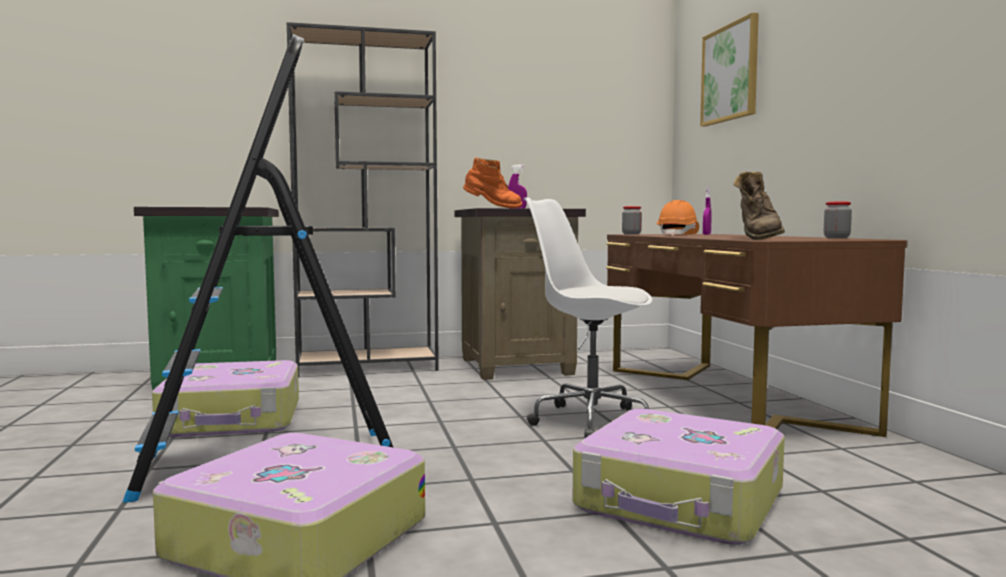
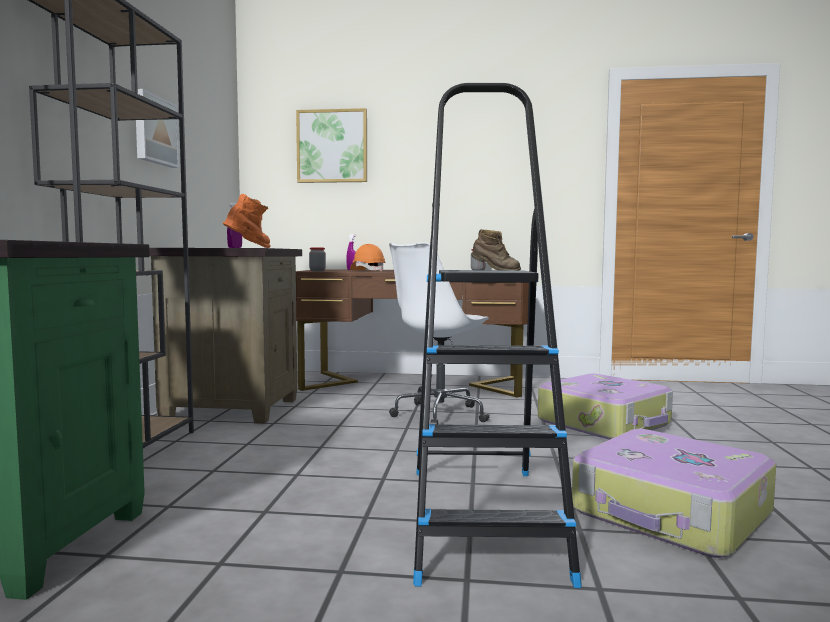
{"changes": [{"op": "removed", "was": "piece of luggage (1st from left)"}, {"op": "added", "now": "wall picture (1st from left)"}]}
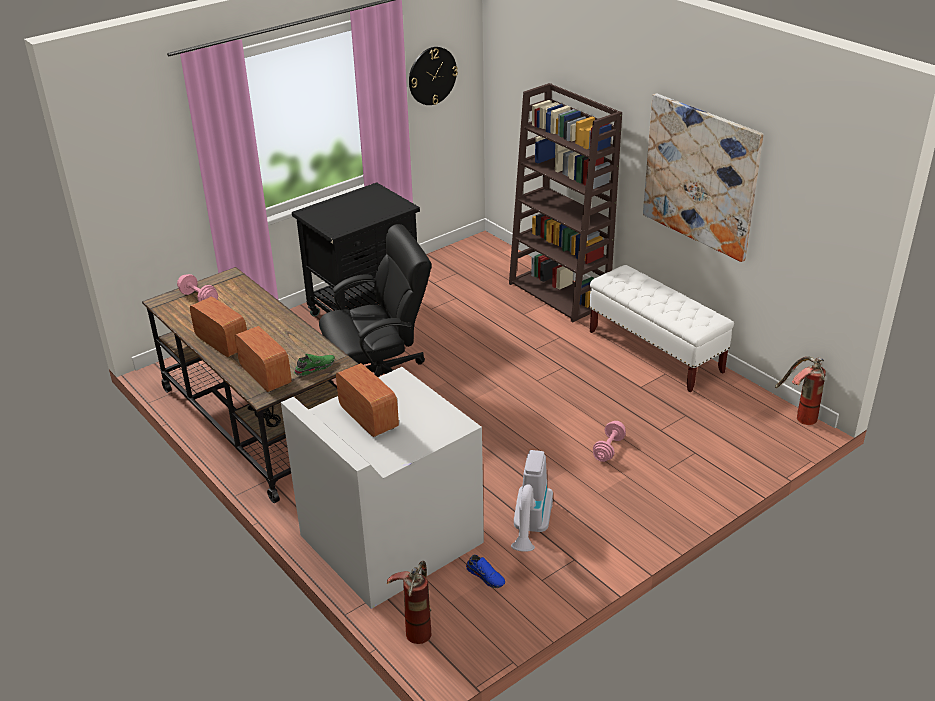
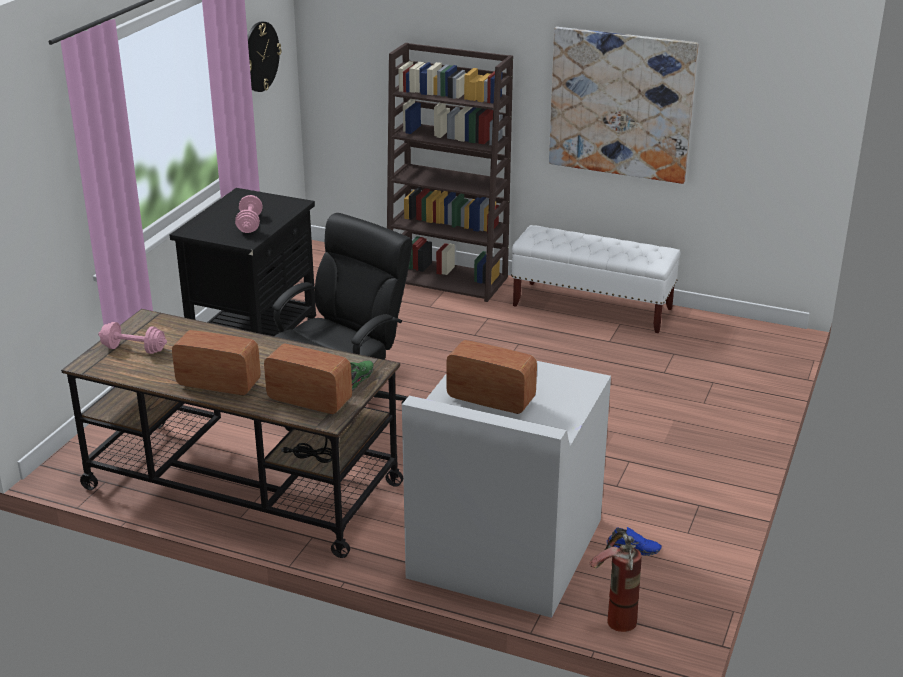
{"changes": [{"op": "removed", "was": "hoover"}, {"op": "moved", "was": "pink hand weight (2nd from left)"}, {"op": "removed", "was": "fire extinguisher (2nd from left)"}]}
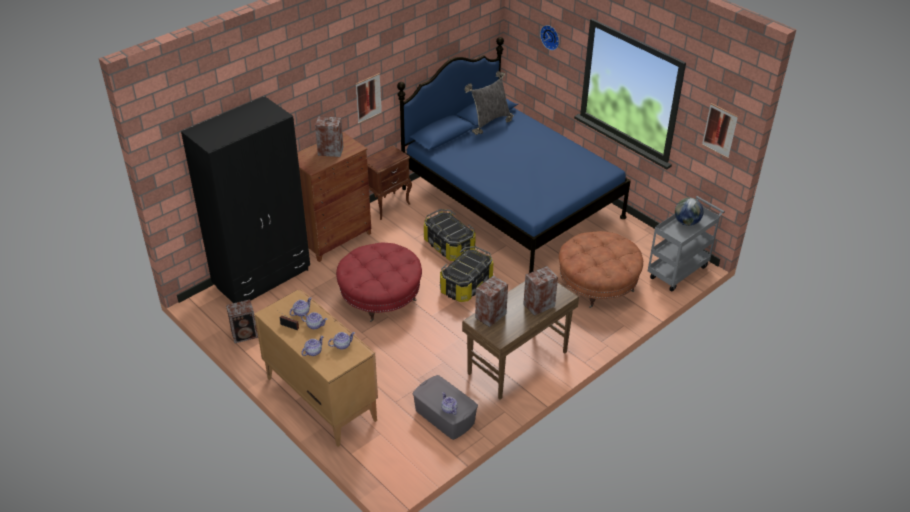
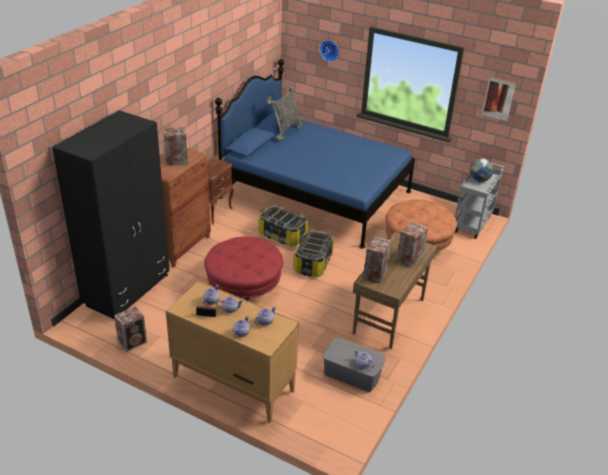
{"changes": [{"op": "removed", "was": "wall picture (1st from left)"}]}
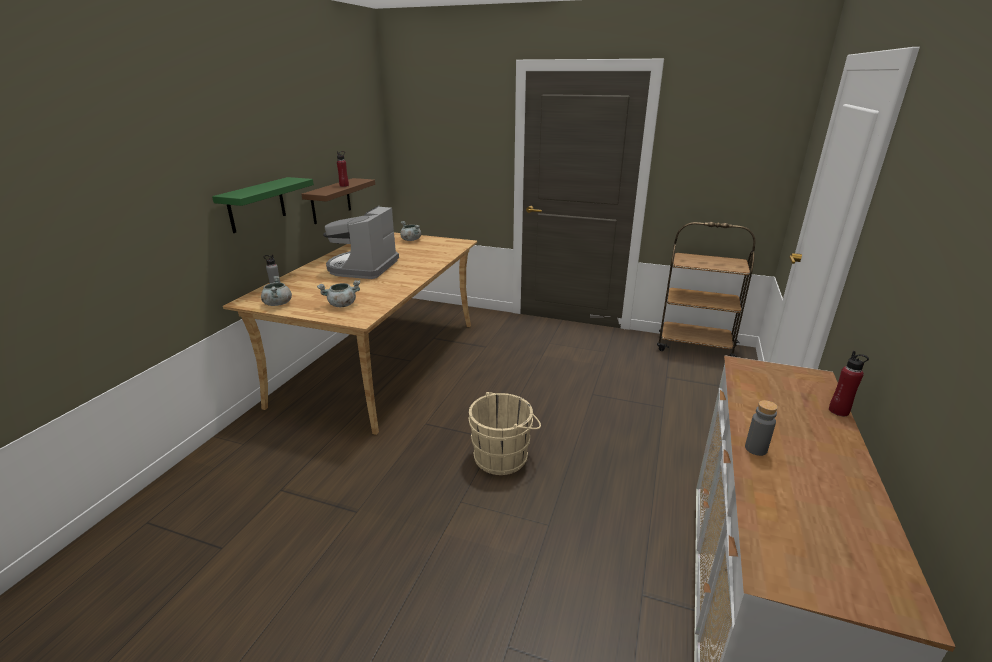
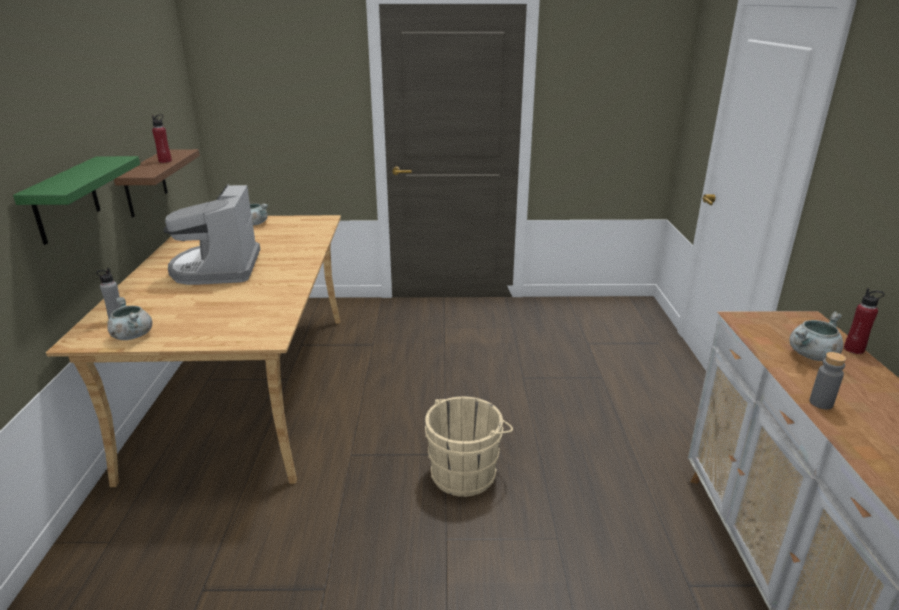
{"changes": [{"op": "moved", "was": "gray stockpot (2nd from left in the first image)", "now": "gray stockpot (3rd from left)"}, {"op": "removed", "was": "brownish wheeled cart"}]}
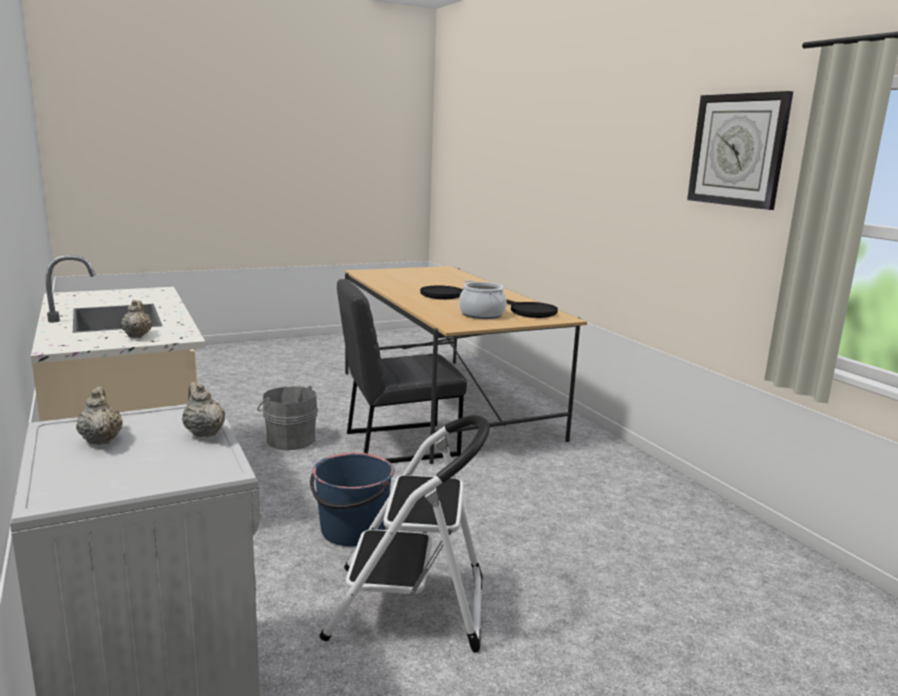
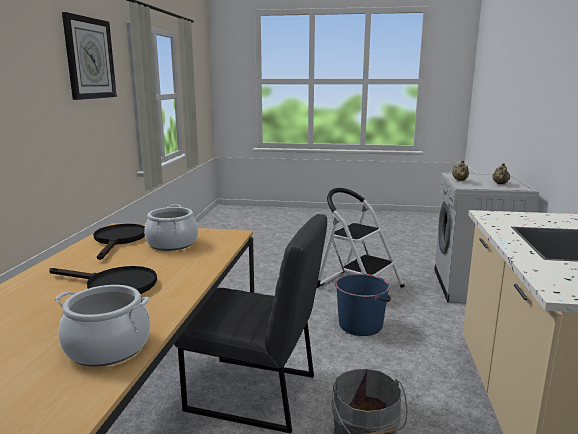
{"changes": [{"op": "removed", "was": "beige teapot (2nd from left)"}, {"op": "added", "now": "stockpot (1st from left)"}]}
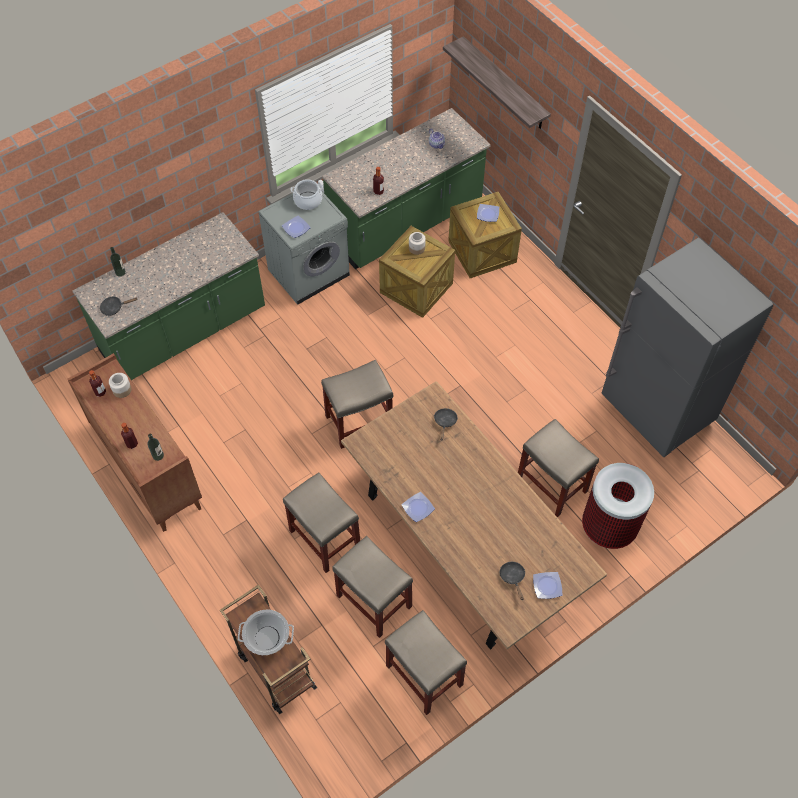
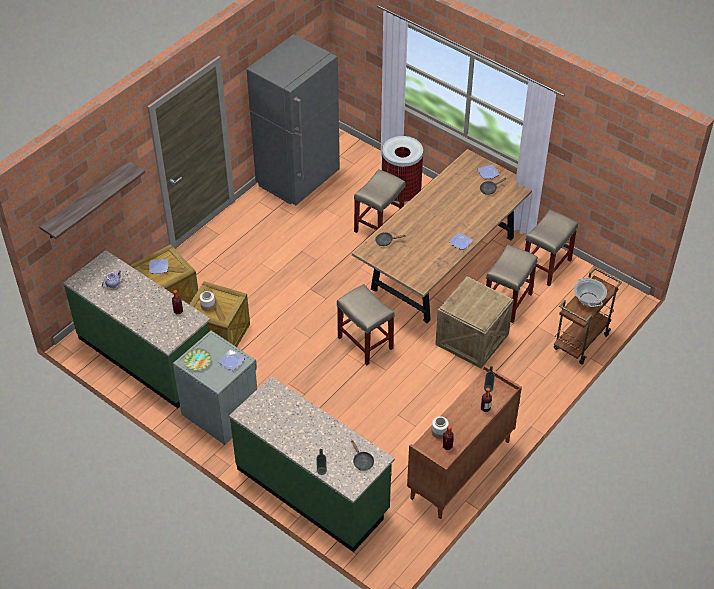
{"changes": [{"op": "replaced", "was": "beige sitting stool (1st from left)", "now": "packing crate (3rd from left)"}, {"op": "replaced", "was": "stockpot (2nd from left)", "now": "flat dish (2nd from left)"}]}
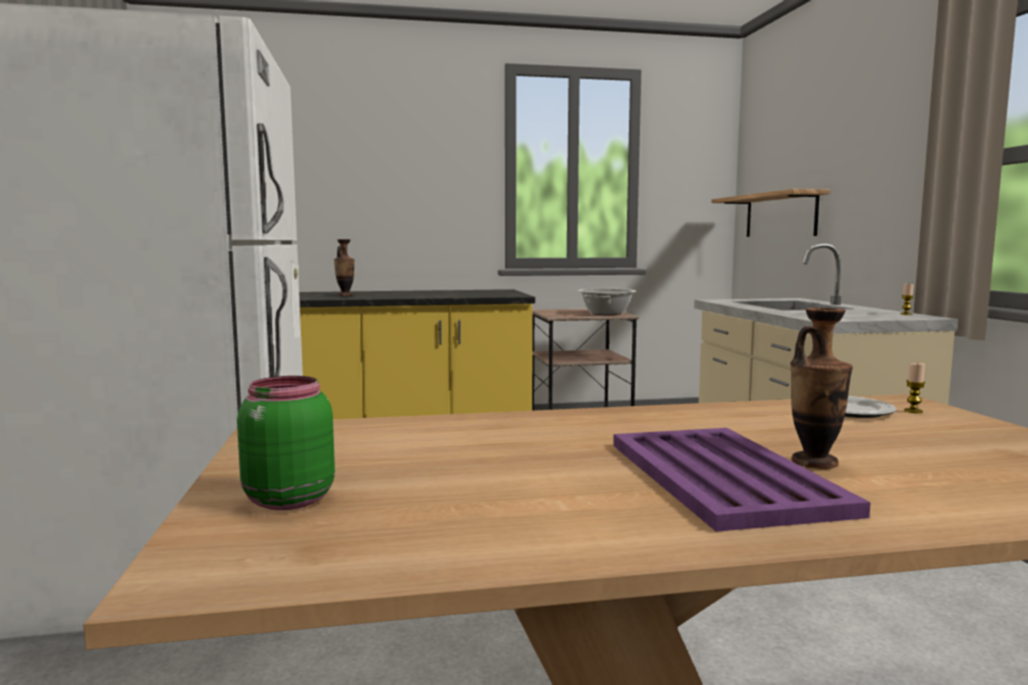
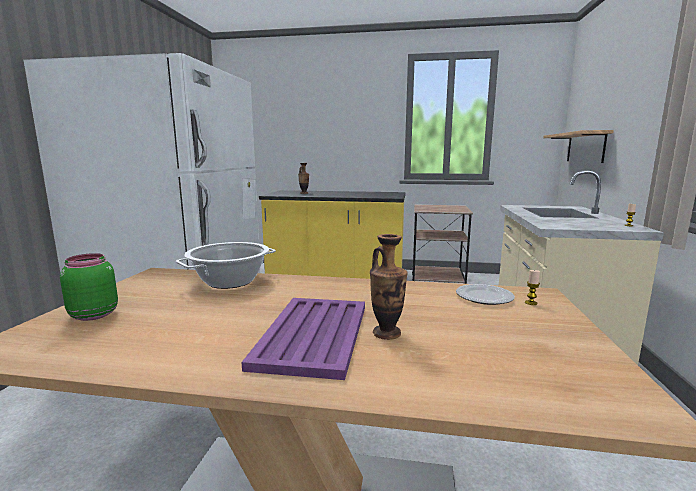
{"changes": [{"op": "moved", "was": "stockpot"}]}
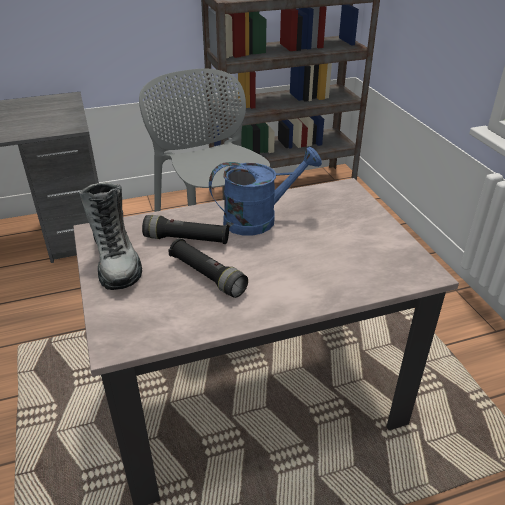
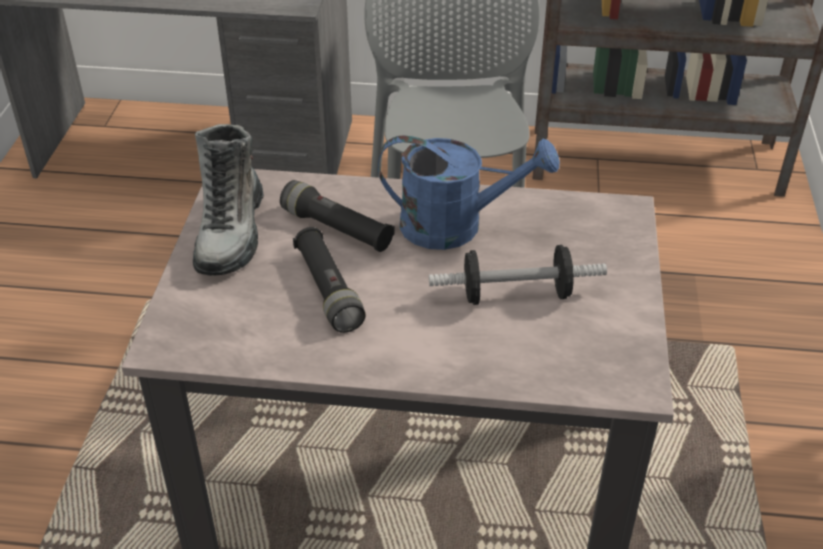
{"changes": [{"op": "added", "now": "hand weight"}]}
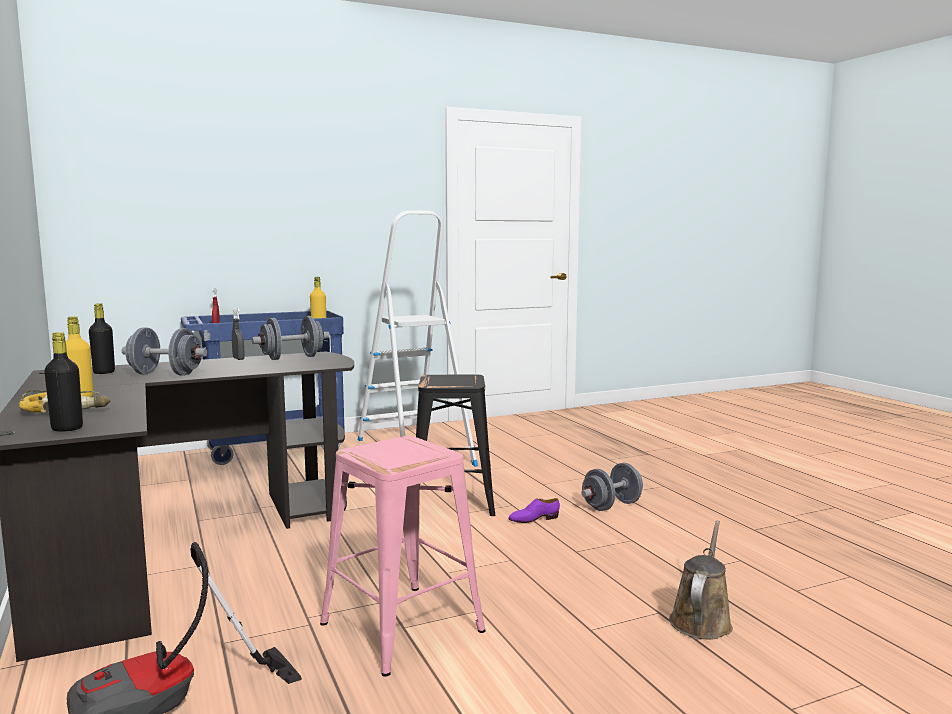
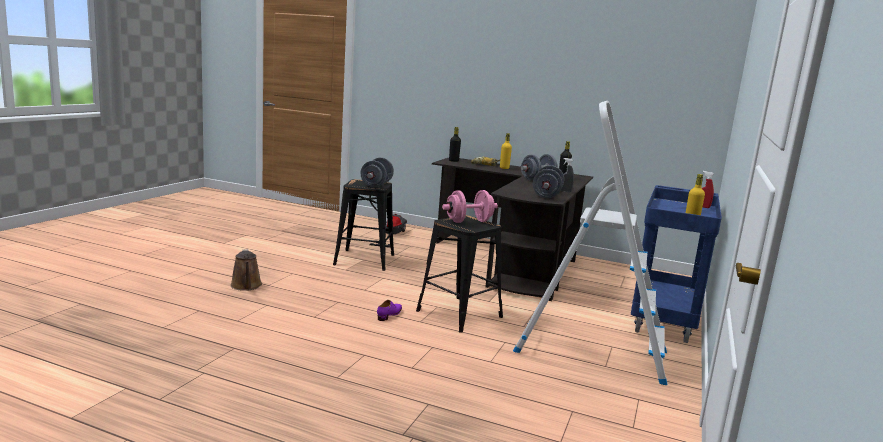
{"changes": [{"op": "recoloured", "was": "pink sitting stool", "now": "black-coloured sitting stool (1st from left)"}, {"op": "moved", "was": "gray hand weight (3rd from left in the first image)", "now": "gray hand weight (1st from left)"}, {"op": "added", "now": "pink hand weight"}]}
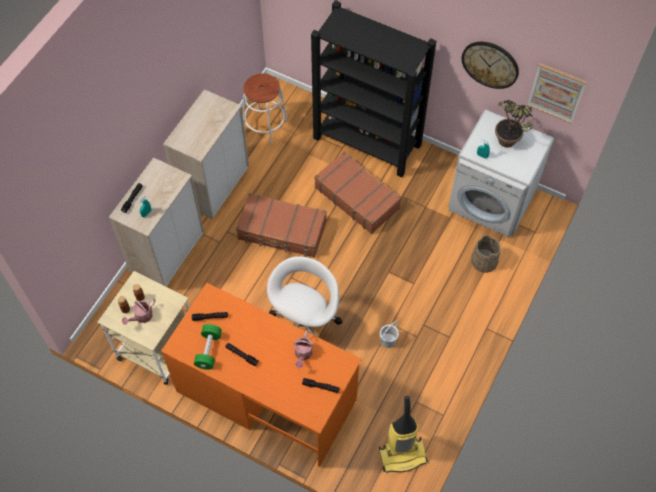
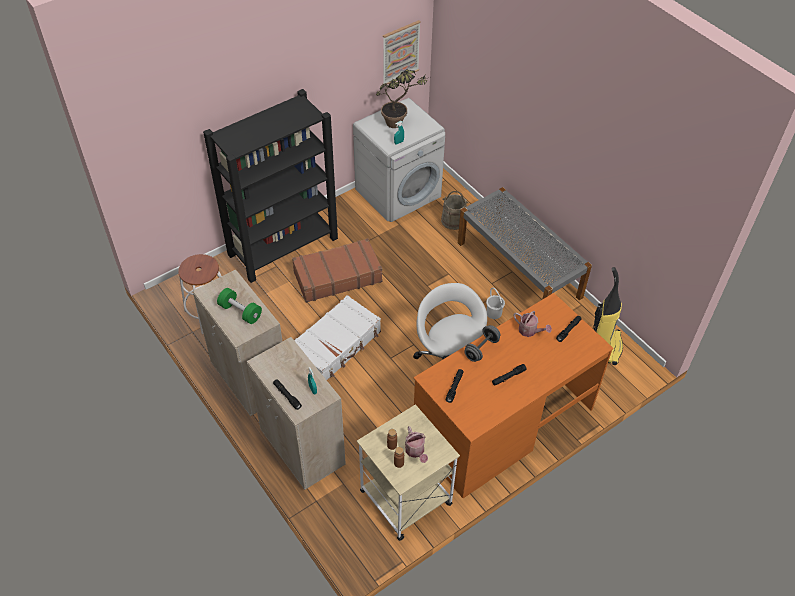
{"changes": [{"op": "moved", "was": "green hand weight"}, {"op": "recoloured", "was": "brownish piece of luggage (1st from left)", "now": "white-coloured piece of luggage"}, {"op": "removed", "was": "hanging clock"}, {"op": "added", "now": "gray bench"}, {"op": "added", "now": "gray hand weight"}]}
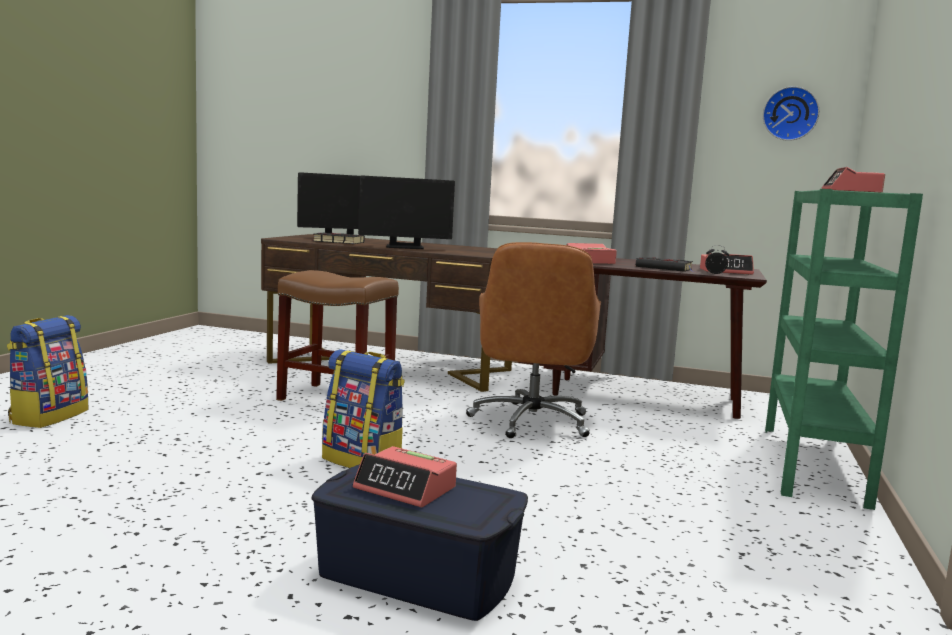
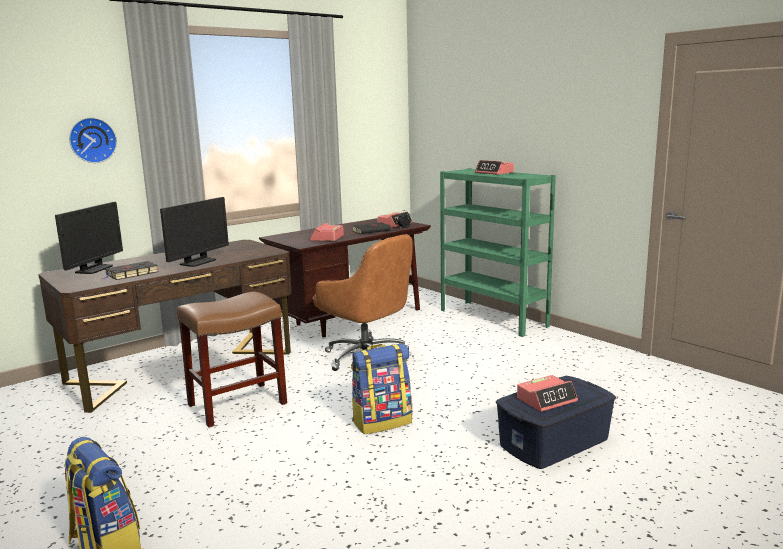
{"changes": [{"op": "moved", "was": "hanging clock"}]}
